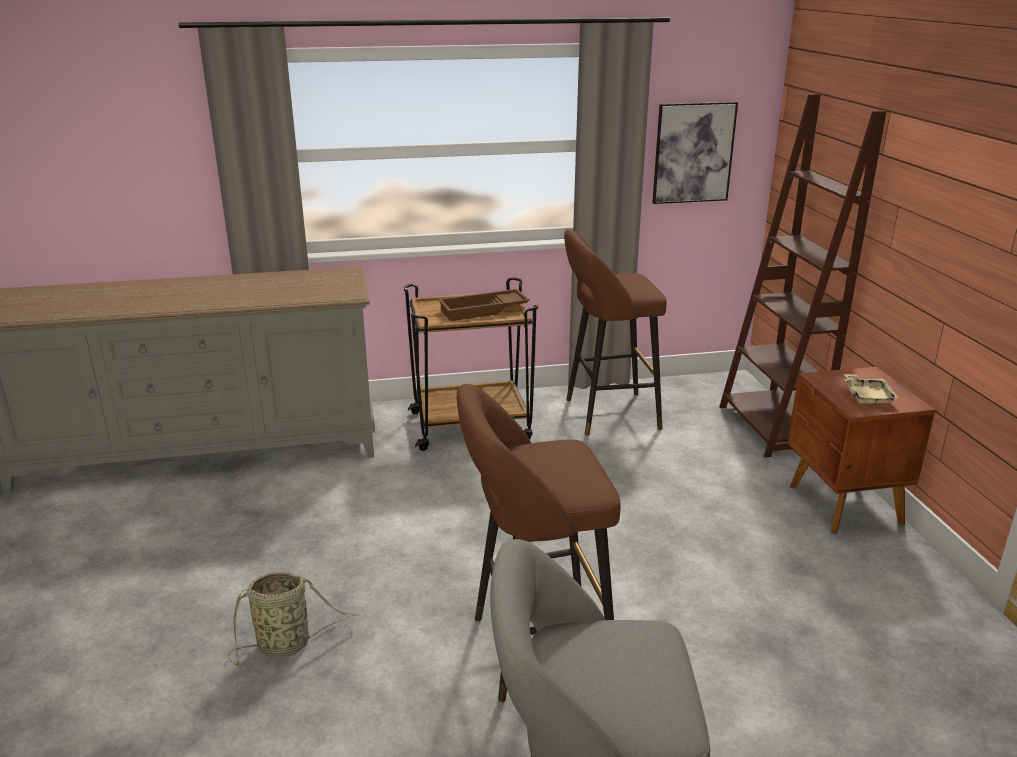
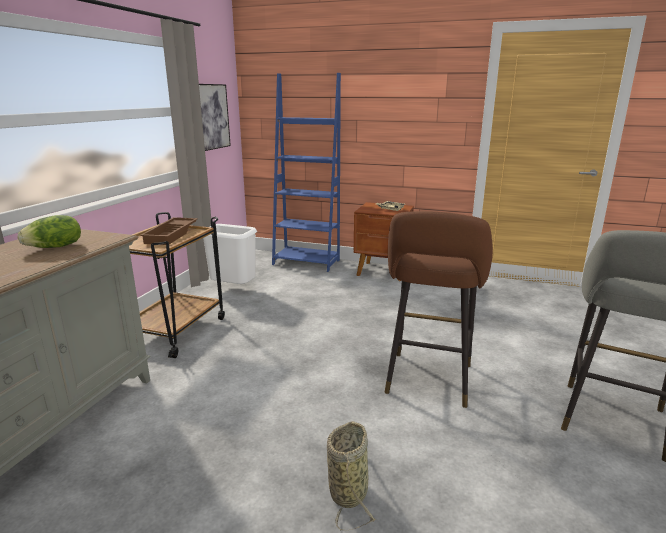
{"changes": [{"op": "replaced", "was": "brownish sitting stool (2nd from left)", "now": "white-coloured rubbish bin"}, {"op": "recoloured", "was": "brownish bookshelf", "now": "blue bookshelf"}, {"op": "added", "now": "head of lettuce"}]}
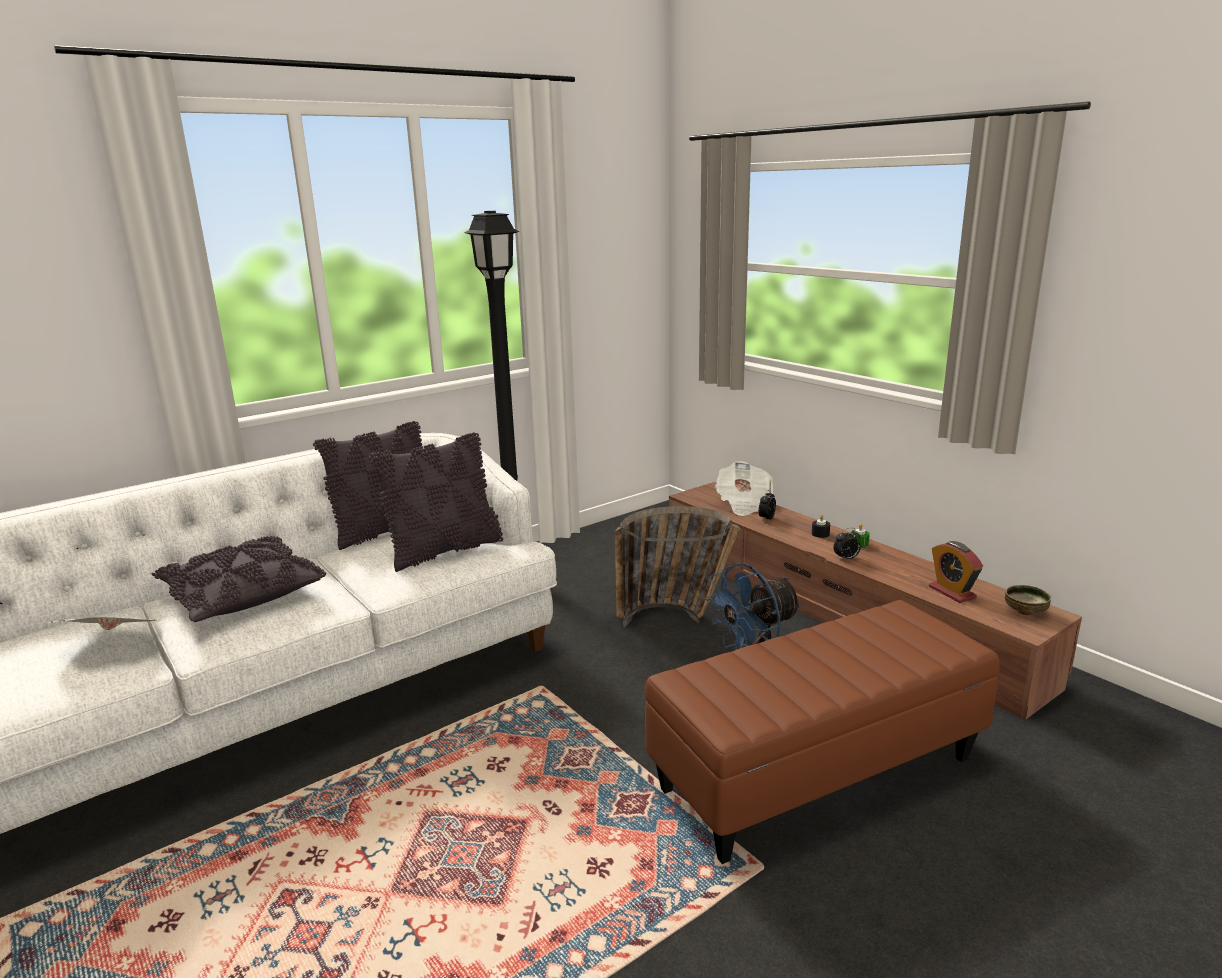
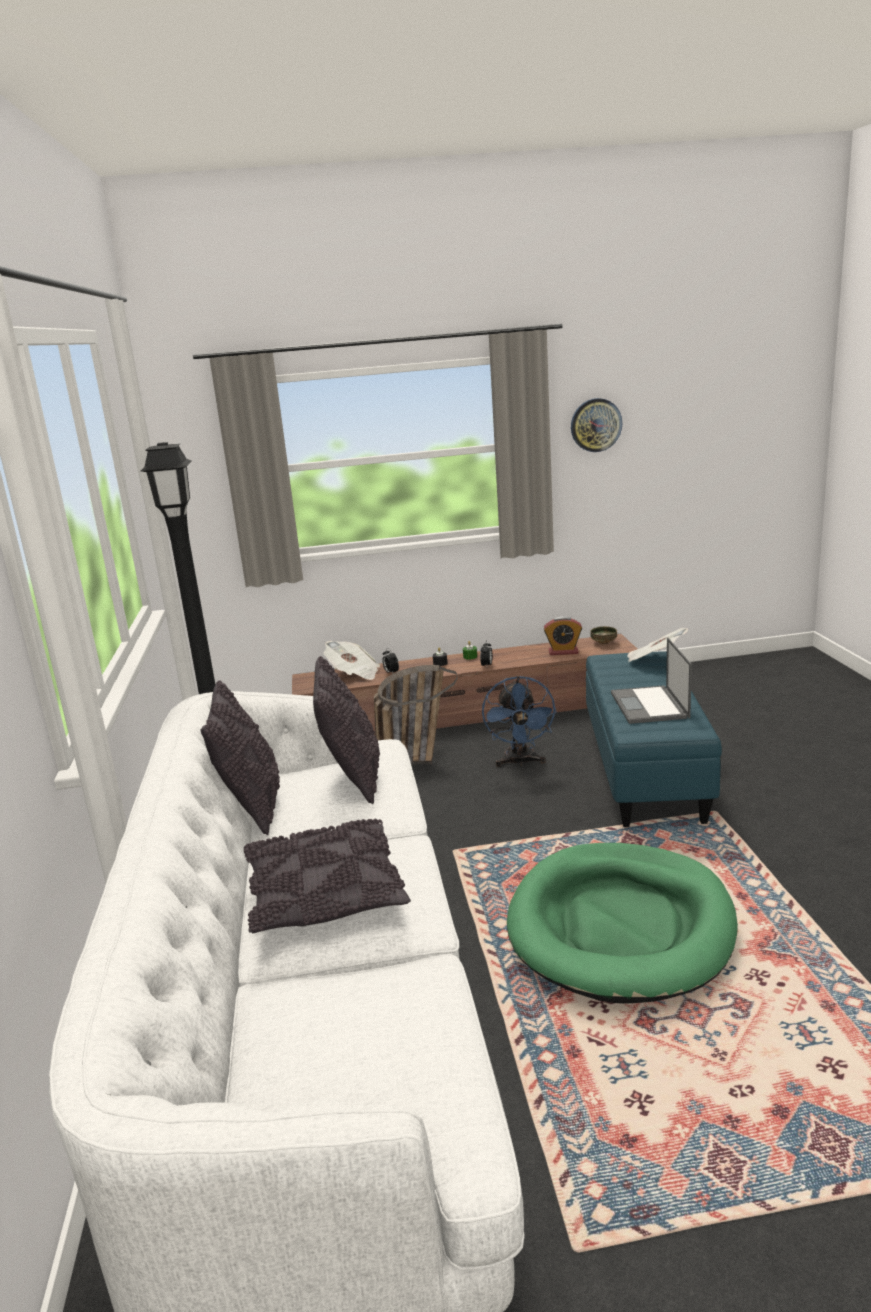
{"changes": [{"op": "moved", "was": "daily paper (1st from left in the first image)", "now": "daily paper (2nd from left)"}, {"op": "recoloured", "was": "brownish pouffe", "now": "blue pouffe"}, {"op": "added", "now": "green pet bed"}, {"op": "added", "now": "hanging clock"}, {"op": "added", "now": "laptop"}]}
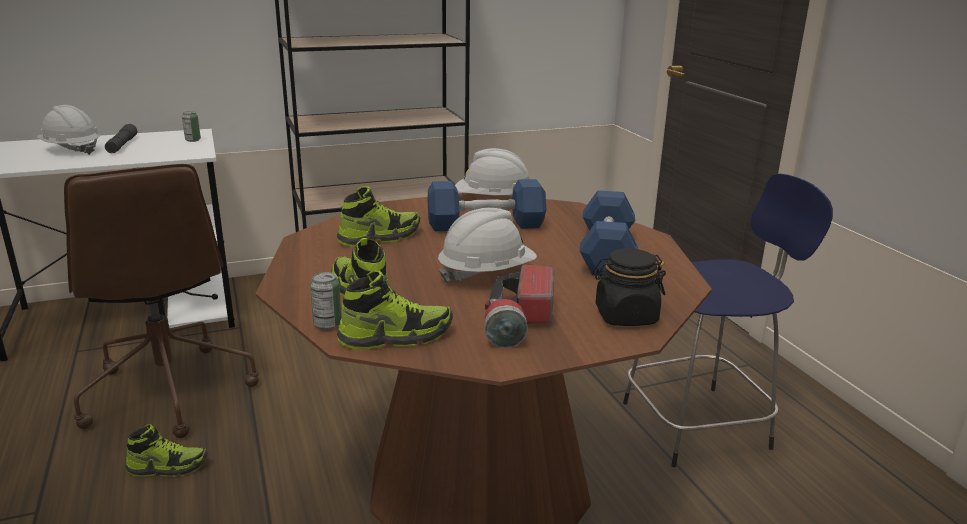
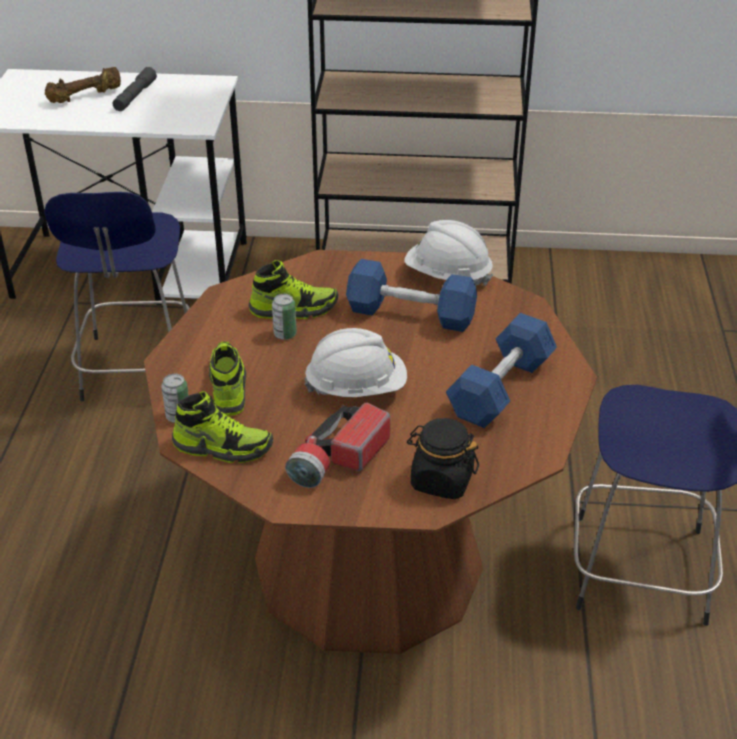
{"changes": [{"op": "replaced", "was": "white-coloured hard hat (1st from left)", "now": "brownish hand weight"}, {"op": "replaced", "was": "brownish computer chair", "now": "blue sitting stool (1st from left)"}, {"op": "removed", "was": "shoe (1st from left)"}, {"op": "moved", "was": "sealed can (1st from left in the first image)", "now": "sealed can (2nd from left)"}]}
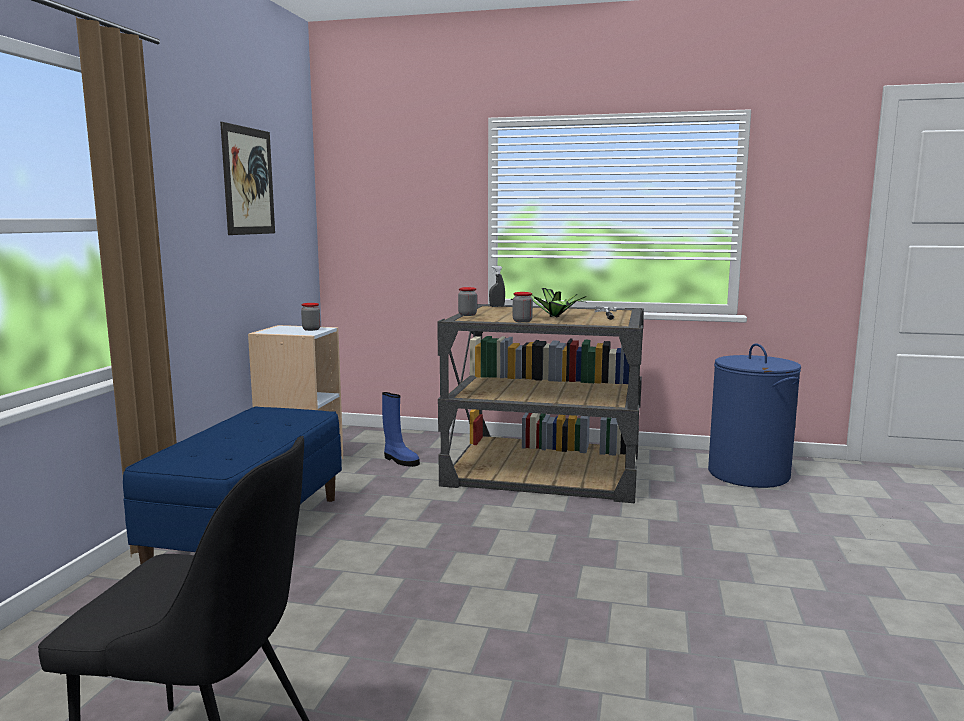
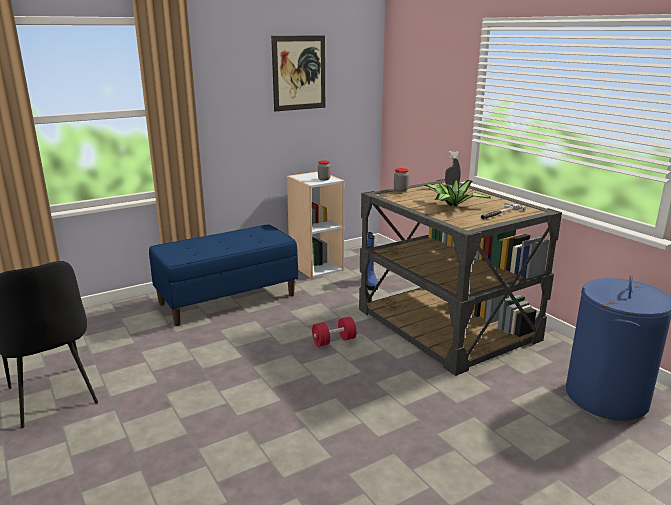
{"changes": [{"op": "removed", "was": "jar (3rd from left)"}, {"op": "added", "now": "red-coloured hand weight"}]}
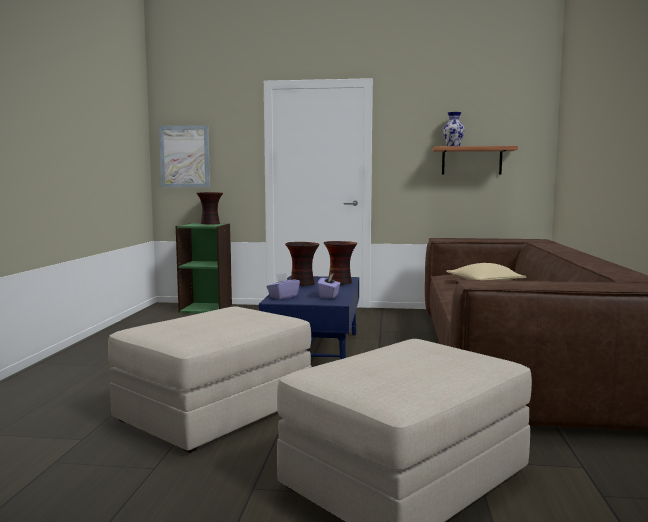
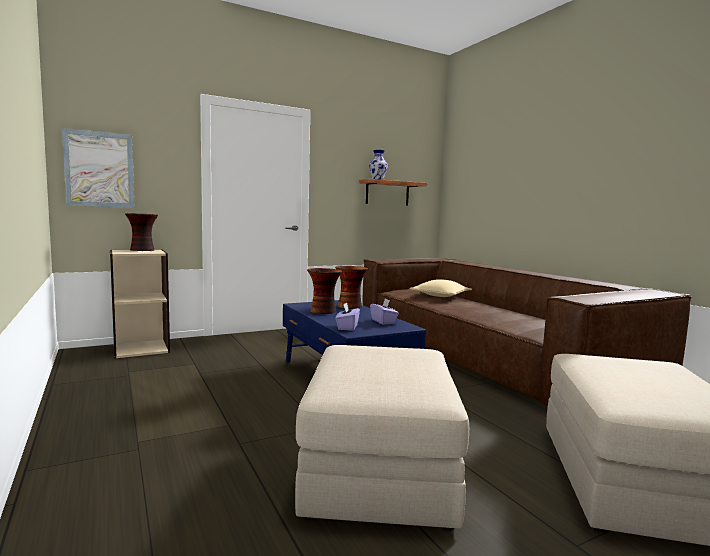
{"changes": [{"op": "recoloured", "was": "green bookshelf", "now": "beige bookshelf"}]}
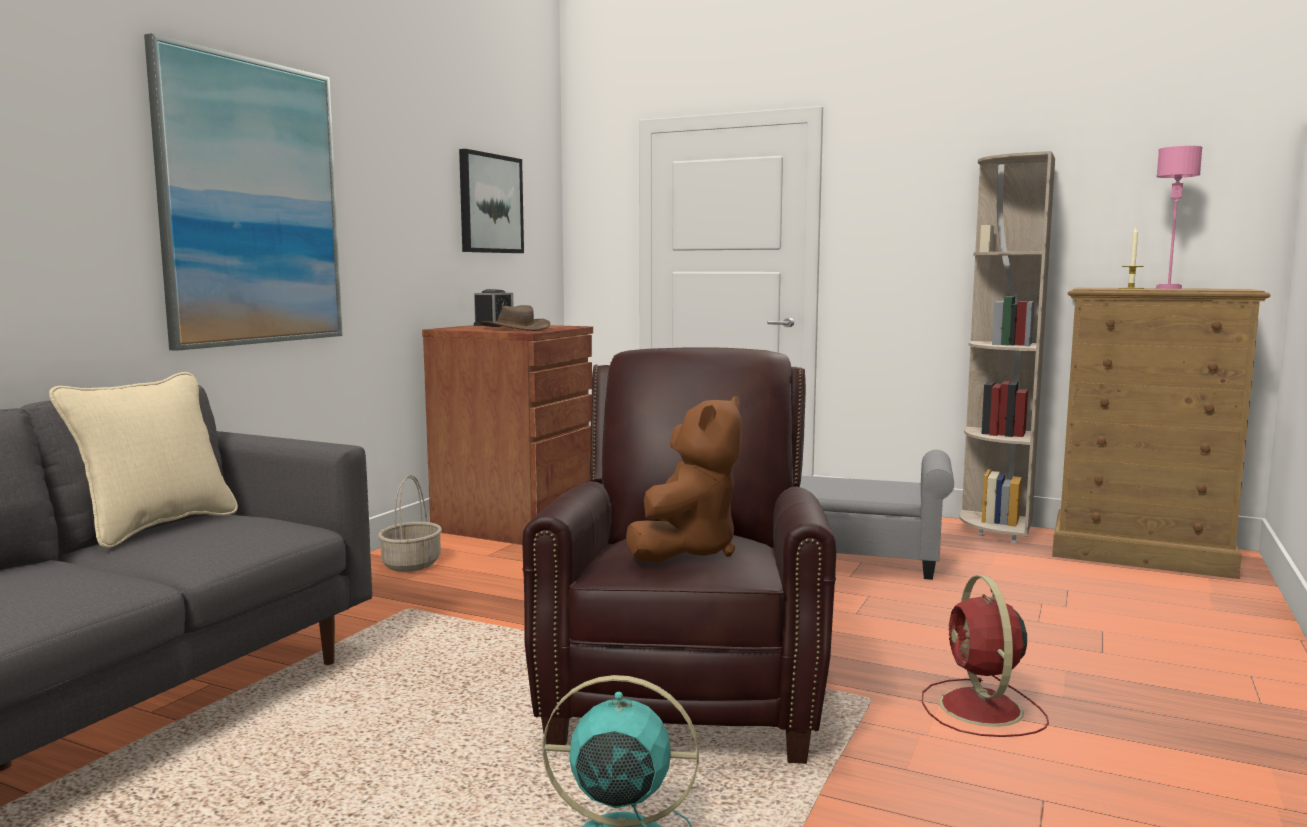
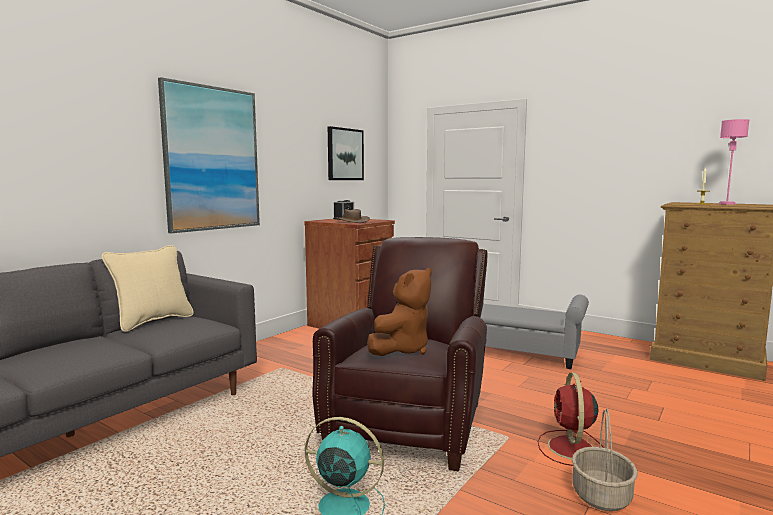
{"changes": [{"op": "moved", "was": "household basket"}, {"op": "removed", "was": "beige bookshelf"}]}
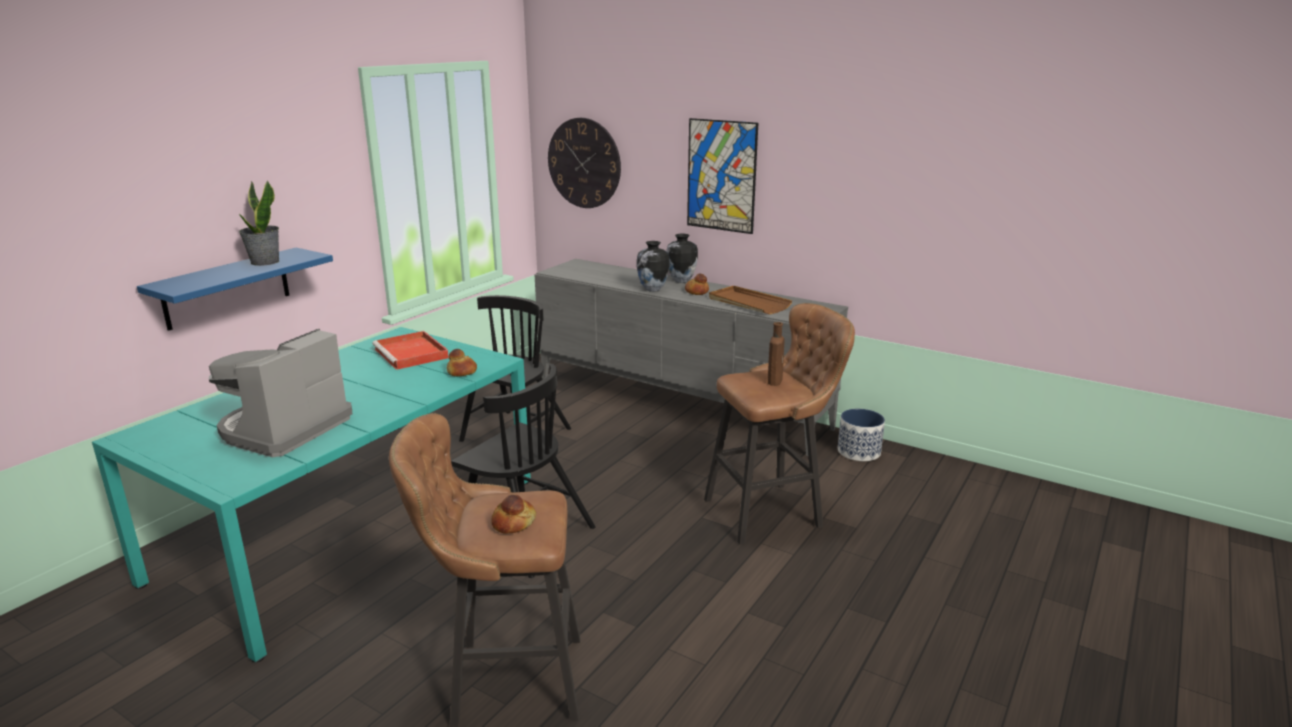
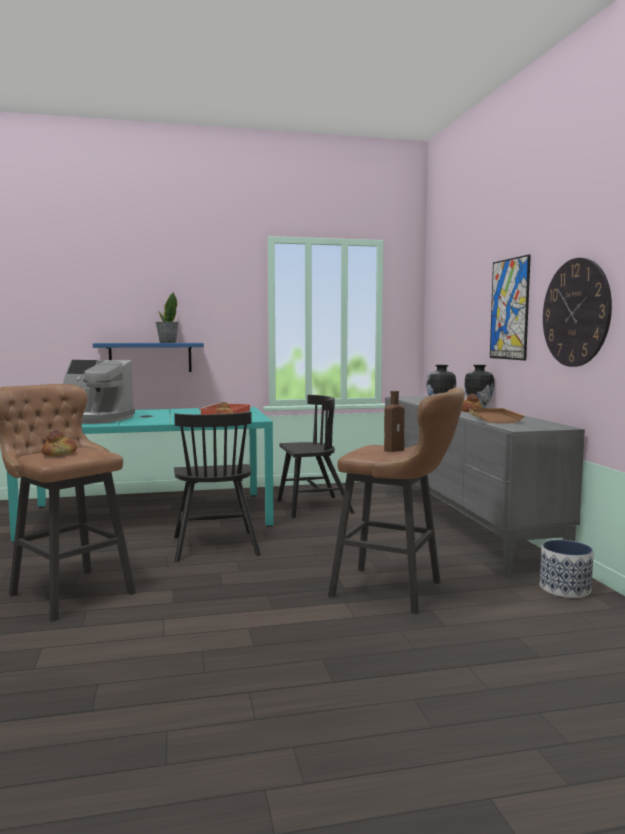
{"changes": [{"op": "turned", "was": "coffee maker", "clockwise": -150}, {"op": "moved", "was": "hanging clock"}]}
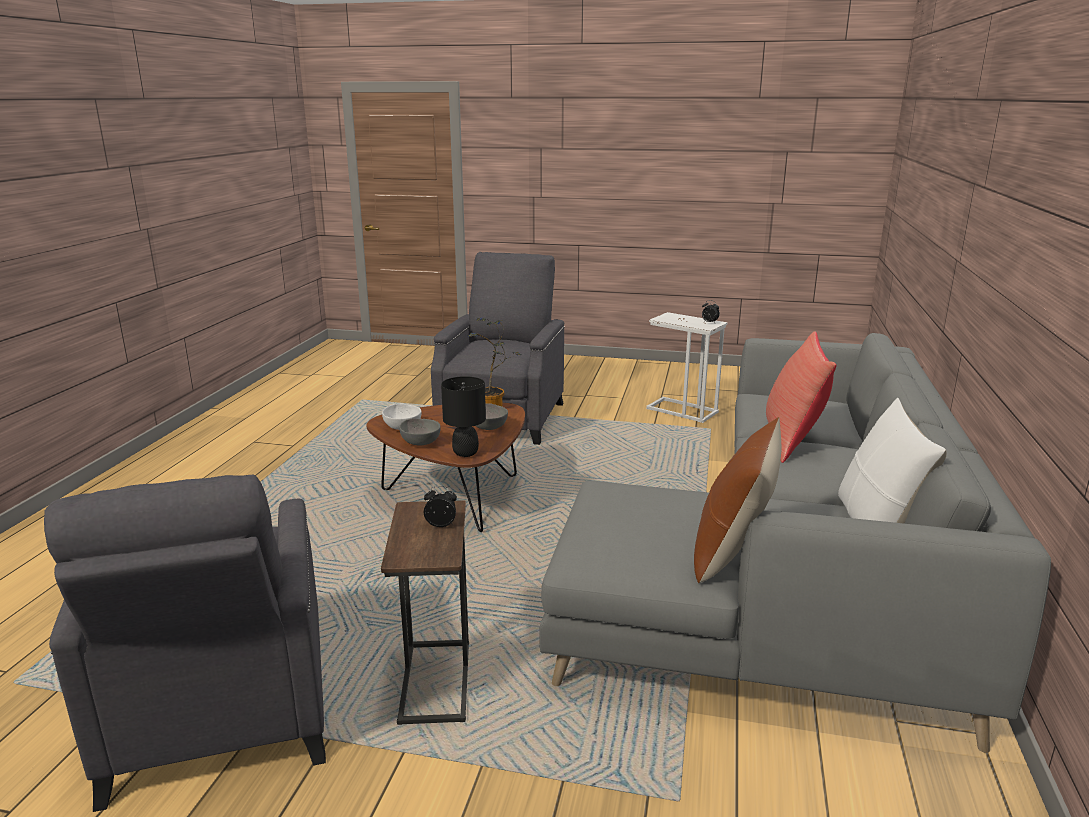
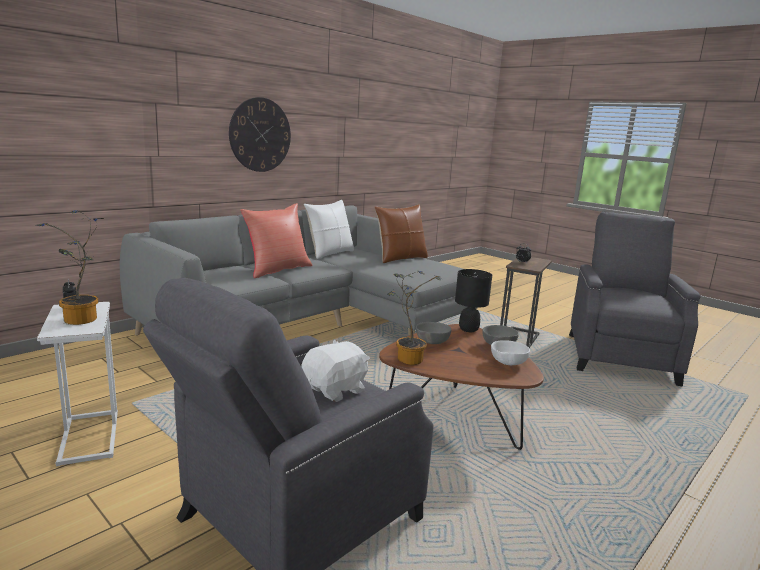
{"changes": [{"op": "added", "now": "potted plant (1st from left)"}, {"op": "added", "now": "hanging clock"}, {"op": "added", "now": "white-coloured cuddly toy"}]}
